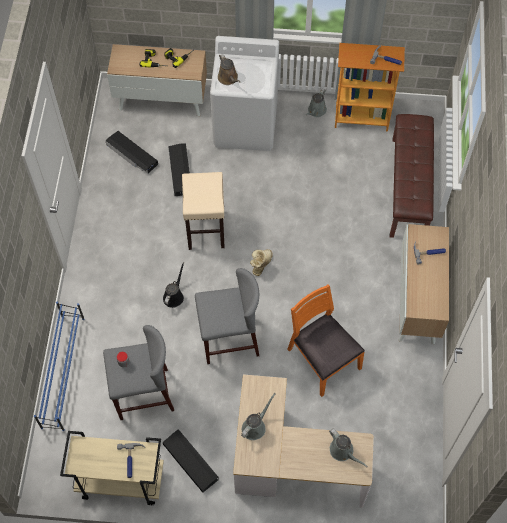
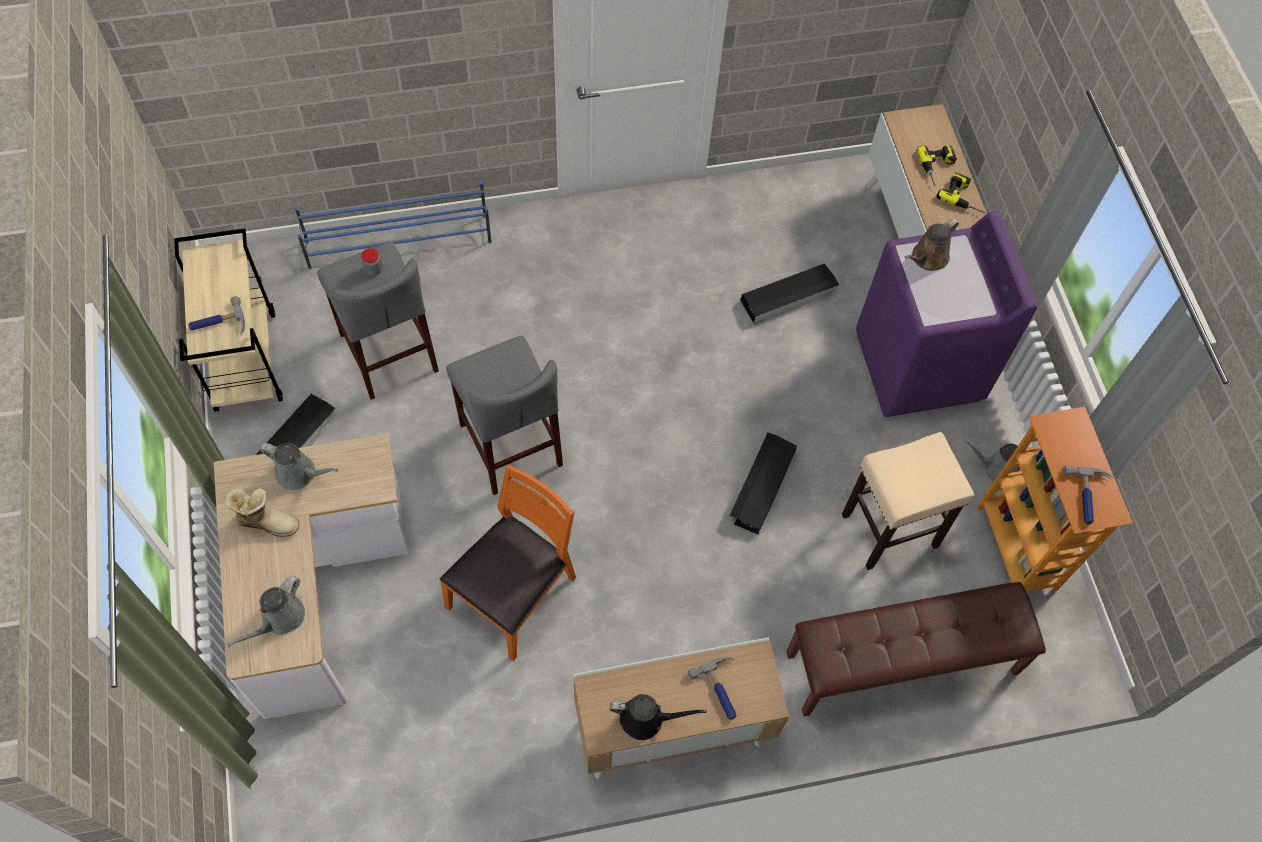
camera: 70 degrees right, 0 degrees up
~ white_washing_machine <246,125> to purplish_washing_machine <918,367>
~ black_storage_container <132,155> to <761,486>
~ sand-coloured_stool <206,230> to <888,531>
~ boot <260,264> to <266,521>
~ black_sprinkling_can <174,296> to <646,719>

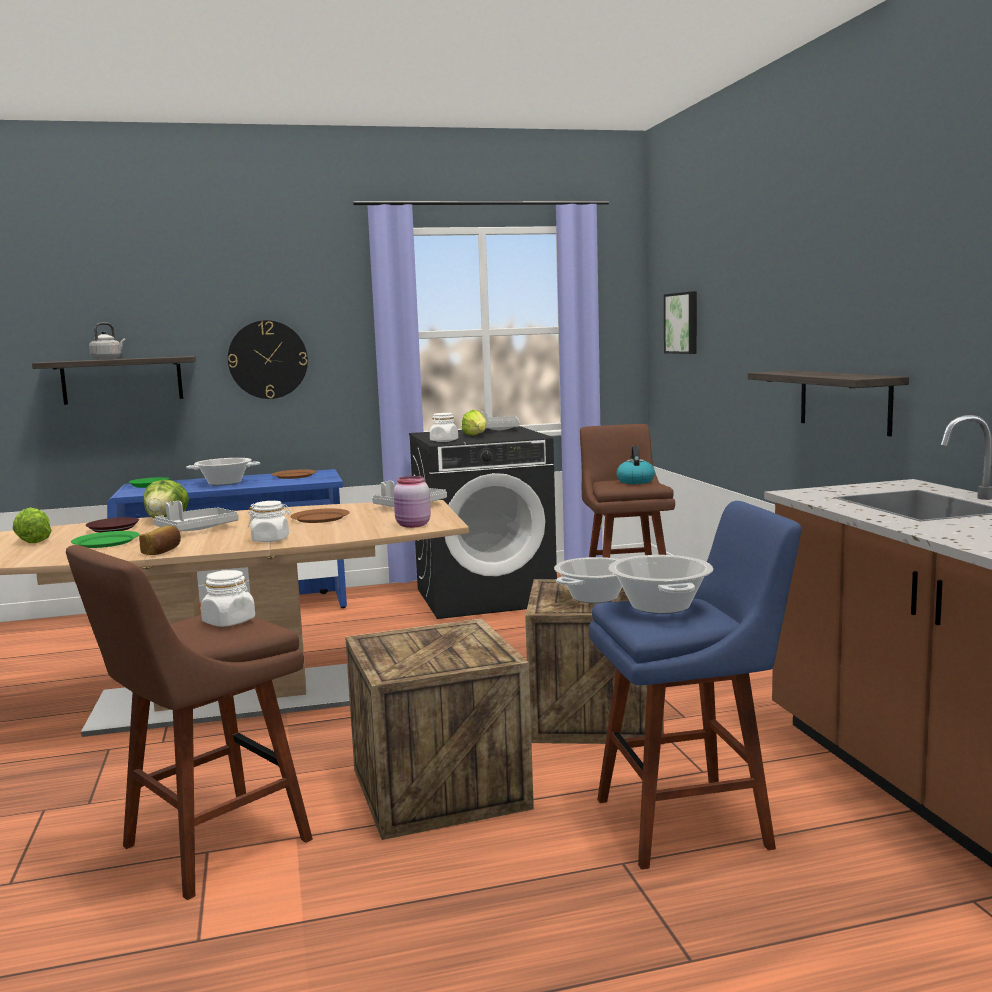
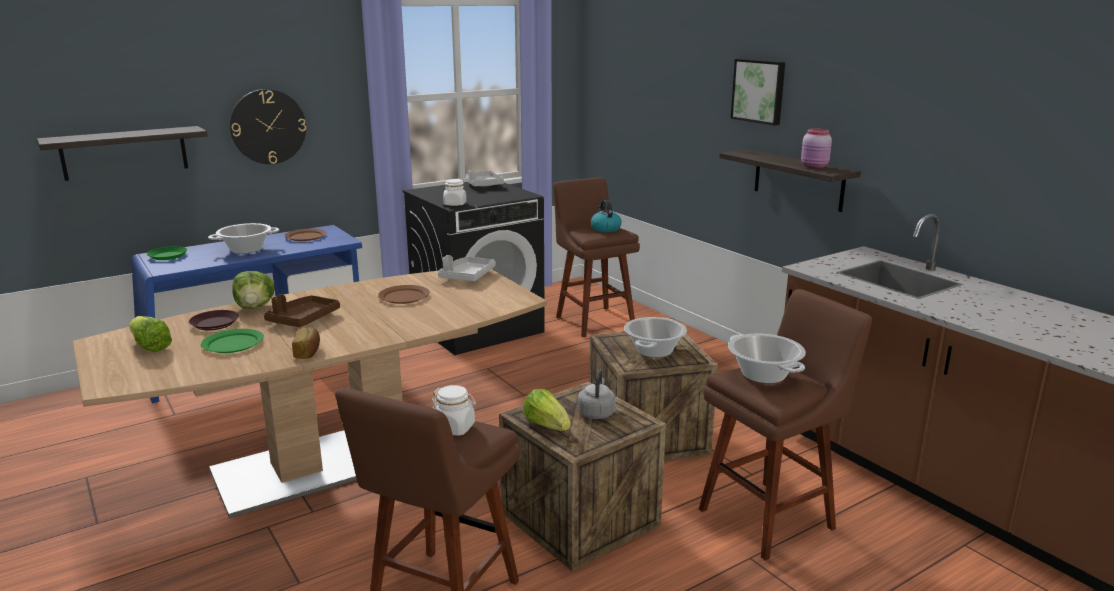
camera: 20 degrees left, 10 degrees up
~ picture <683,323> to <759,91>
~ greyish_kettle <108,359> to <596,412>
~ lettuce_head <476,436> to <547,425>
~ pink_storage_jar <412,525> to <814,167>
~ greyish_serving_tray <196,529> to brown_serving_tray <303,319>
- white_storage_jar <271,540>
~ blue_stool <691,821> to brown_stool <771,516>

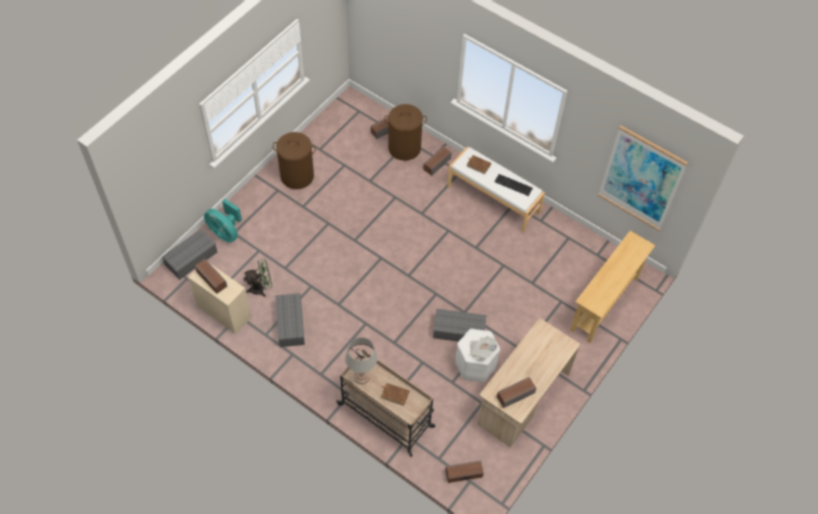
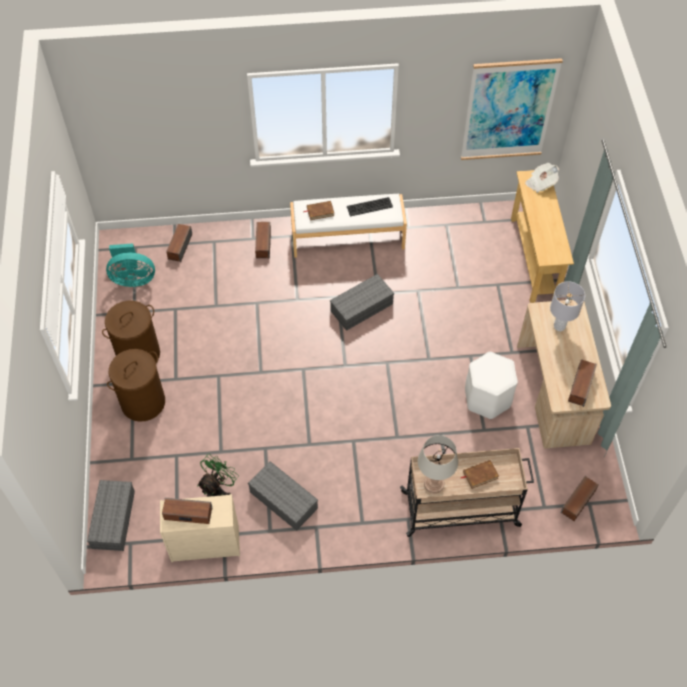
camera: 40 degrees left, 0 degrees up
~ brown_washing_basket <404,148> to <143,402>
~ turquoise_fan <225,232> to <133,279>
~ greyish_storage_container <459,330> to <362,306>
~ newspaper <481,350> to <540,183>
+ greyish_tabletop_lamp <559,326>

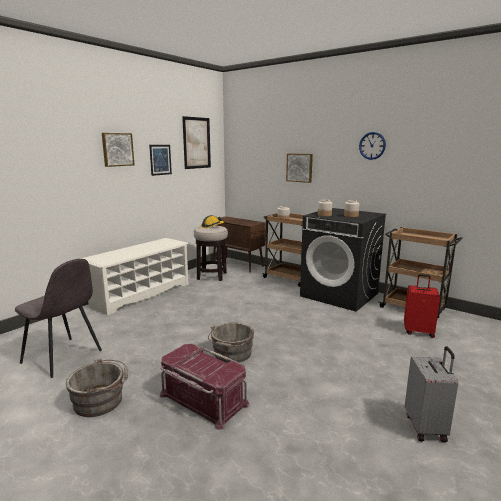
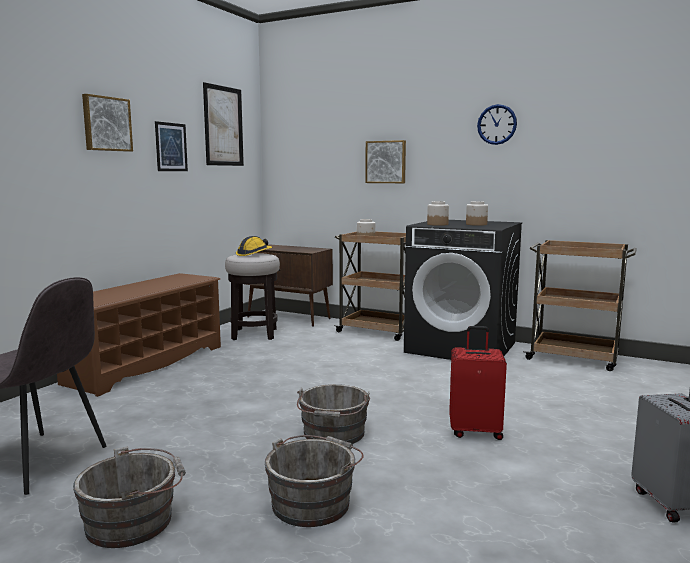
camera: 10 degrees left, 5 degrees down
~ white_shoe_shelf <141,294> to brown_shoe_shelf <146,364>
~ red-coloured_piece_of_luggage <418,331> to <475,431>
~ red-coloured_storage_container <202,400> to greyish_bucket <314,502>

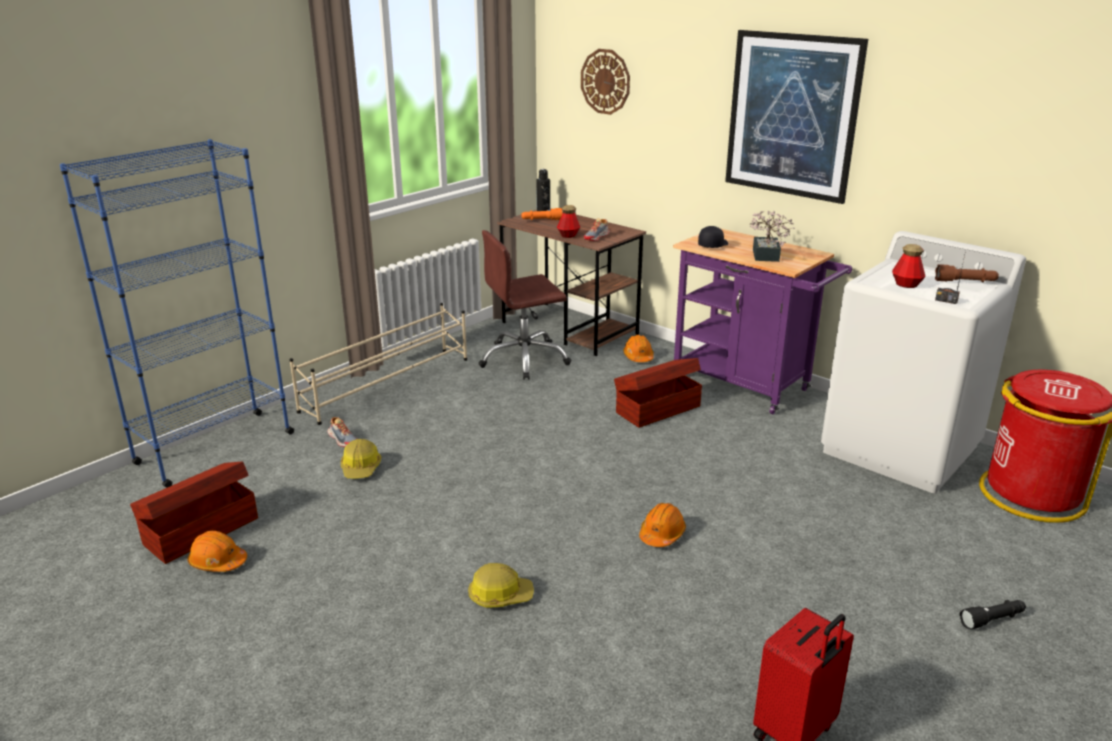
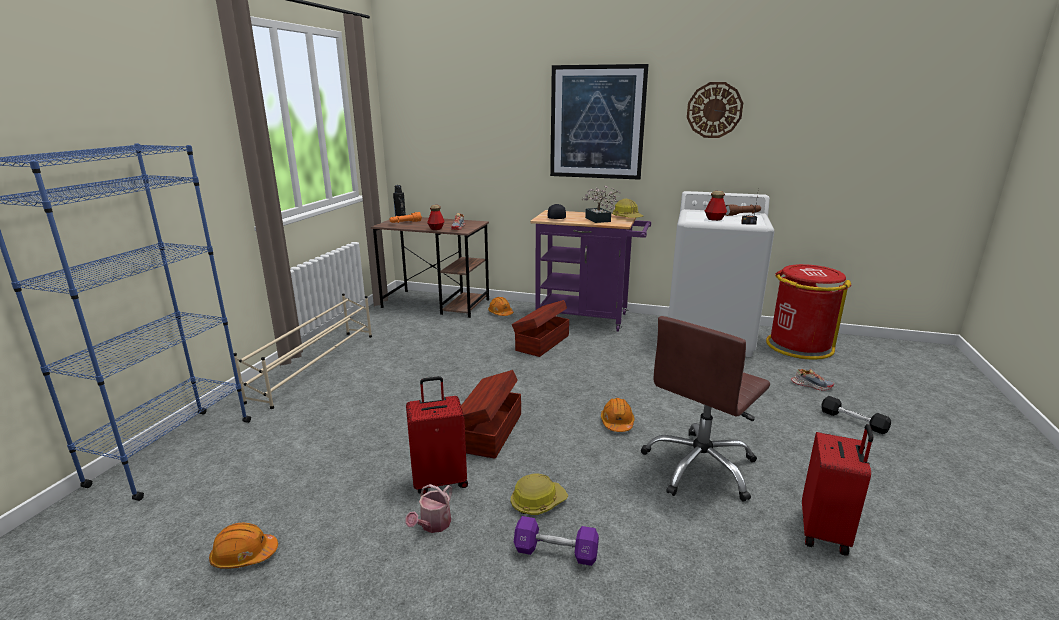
camera: 25 degrees left, 5 degrees down
~ hanging_clock <605,81> to <714,110>
~ brown_computer_chair <524,359> to <700,467>
~ low_shoe <343,439> to <811,385>
~ safety_helmet <361,468> to <627,217>
~ brown_storage_container <199,531> to <489,432>
~ black_hand_torch <992,620> to black_dumbbell <853,421>
+ red-coloured_piece_of_luggage <440,480>
+ sprinkling_can <433,525>
+ purplish_dumbbell <556,552>

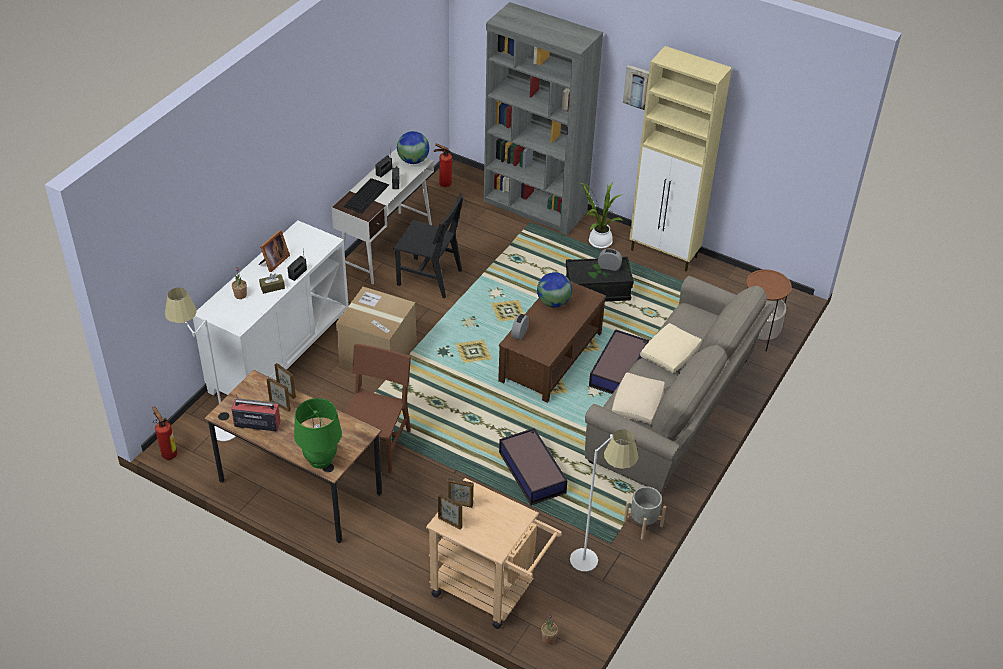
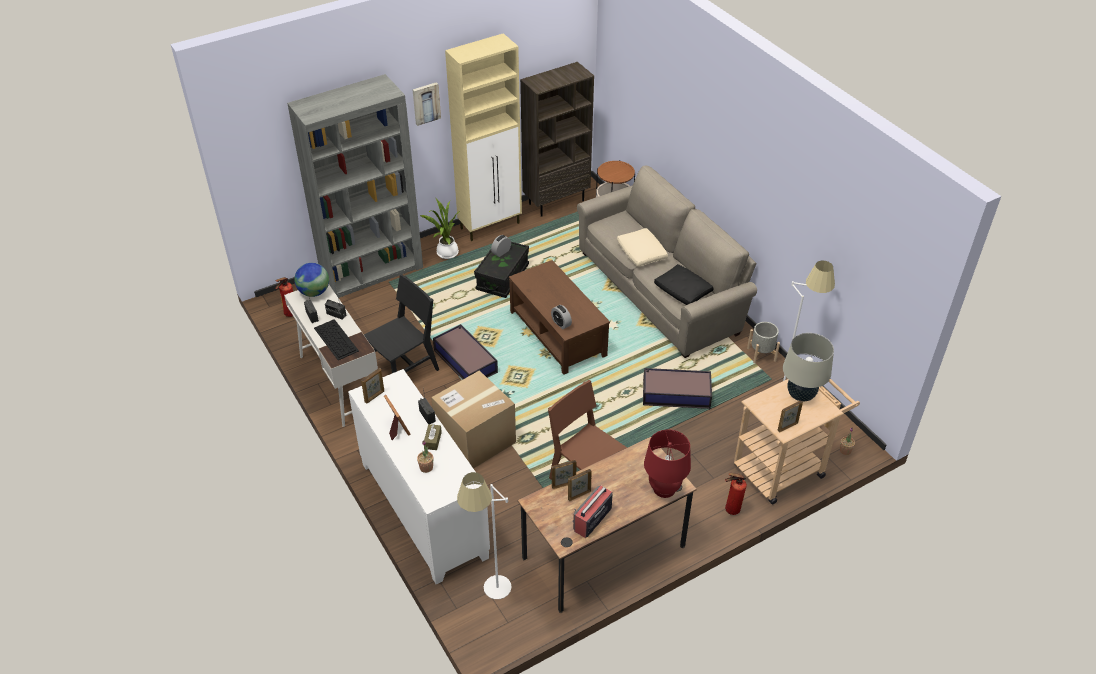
camera: 60 degrees left, 0 degrees up
- desk_globe <553,302>
~ storage_container <619,369> to <465,360>
~ sand-coloured_cushion <637,404> to black_cushion <682,291>
~ green-coloured_tabletop_lamp <320,459> to red-coloured_tabletop_lamp <664,488>
~ fire-fighting_cylinder <168,453> to <730,510>
~ standing_frame <460,504> to <375,396>
+ brown_bookshelf <556,201>
+ sand-coloured_tabletop_lamp <800,395>

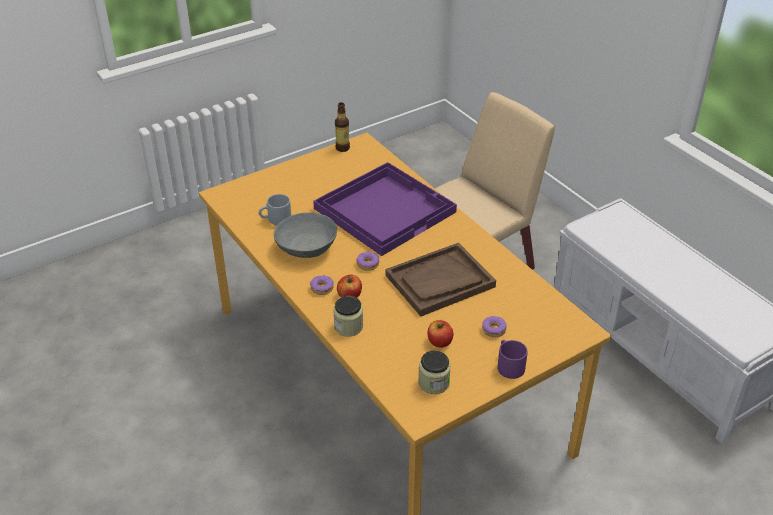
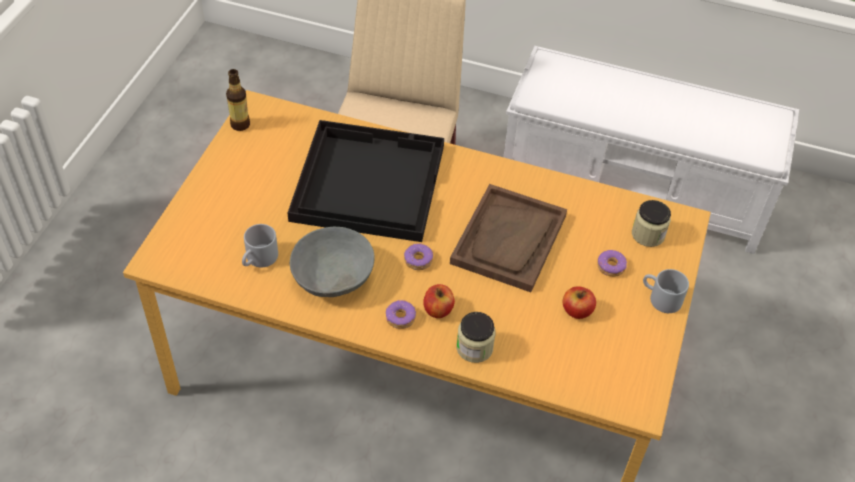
camera: 40 degrees left, 10 degrees up
~ purplish_serving_tray <385,209> to black_serving_tray <367,181>
~ purplish_mug <508,365> to greyish_mug <660,298>
~ storage_jar <434,383> to <648,234>

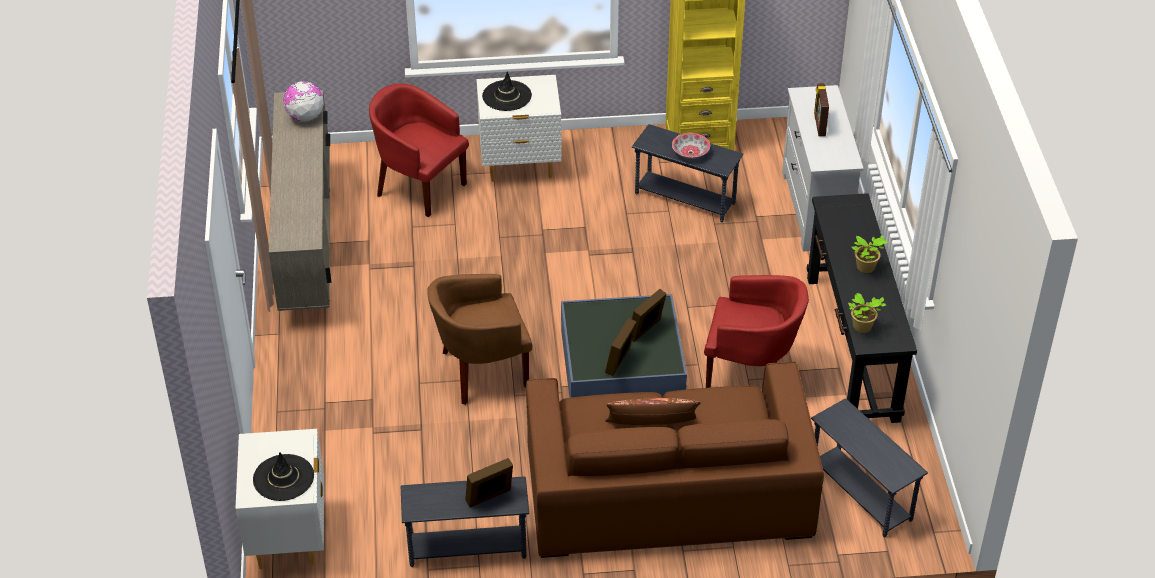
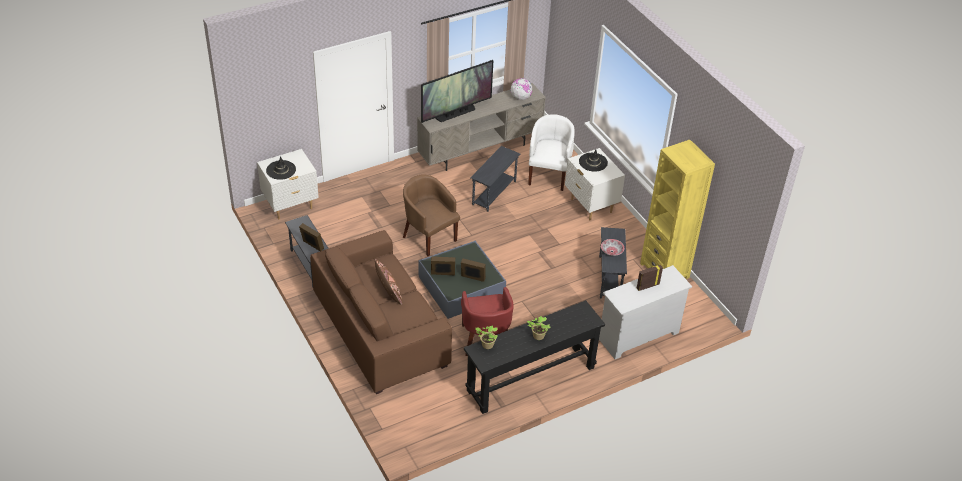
camera: 65 degrees right, 0 degrees up
~ red-coloured_armchair <419,187> to white_armchair <549,175>
~ greyish_end_table <860,494> to <493,193>
+ TV <456,113>

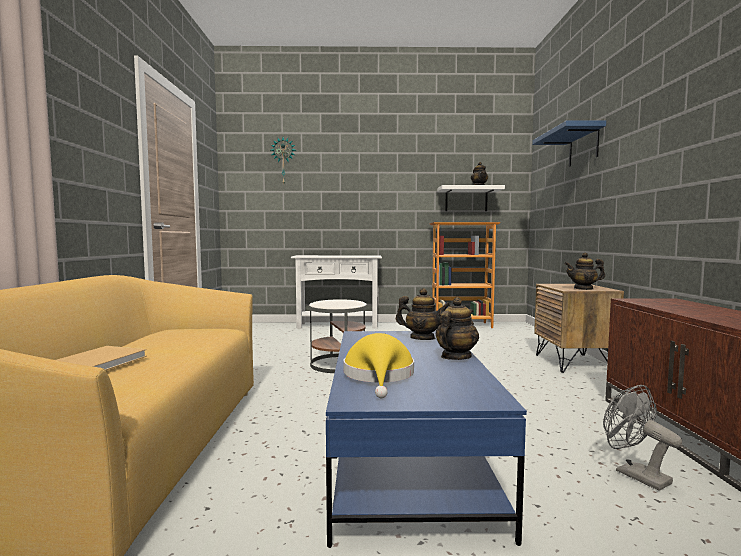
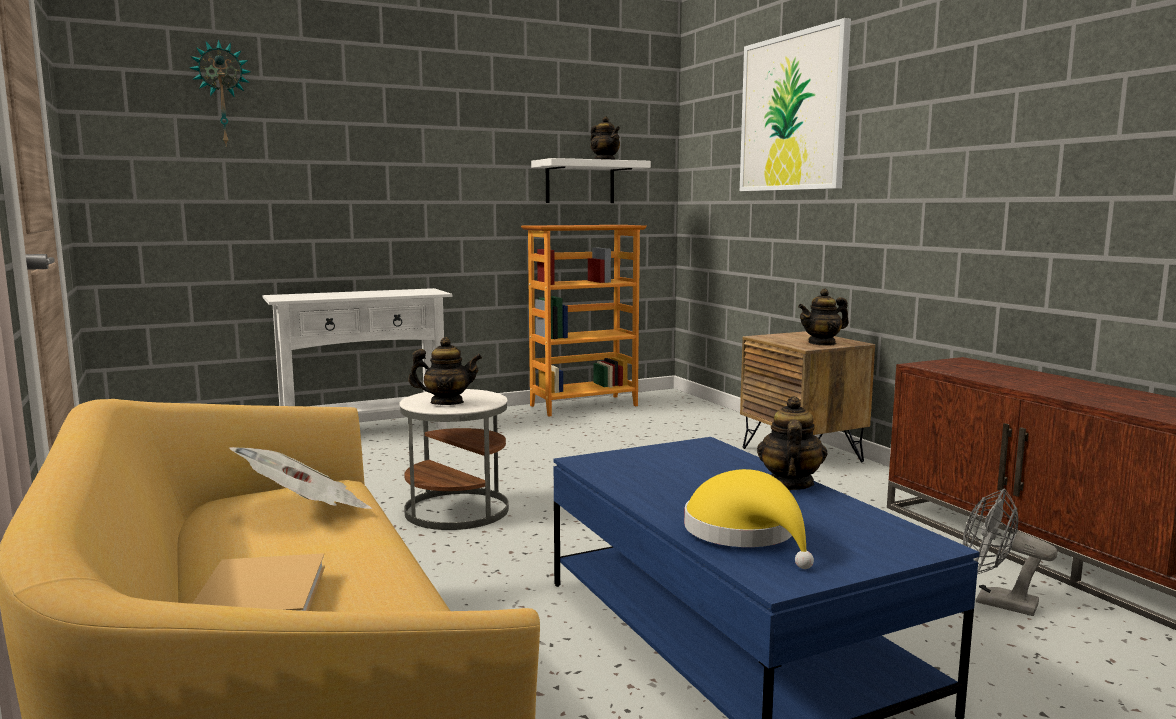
camera: 25 degrees left, 5 degrees up
~ blue_bracket_shelf <583,146> to picture <793,113>
~ tea_pot <422,338> to <446,403>
+ newspaper <306,511>

